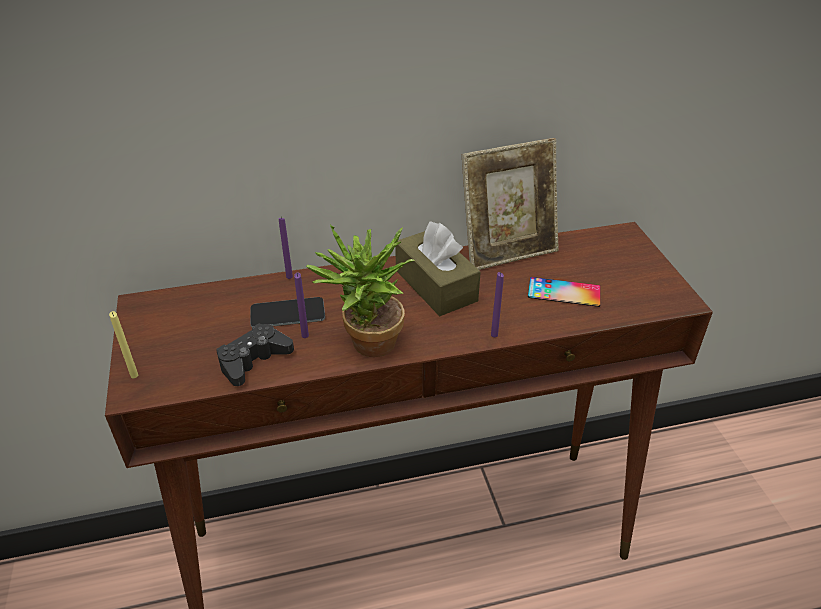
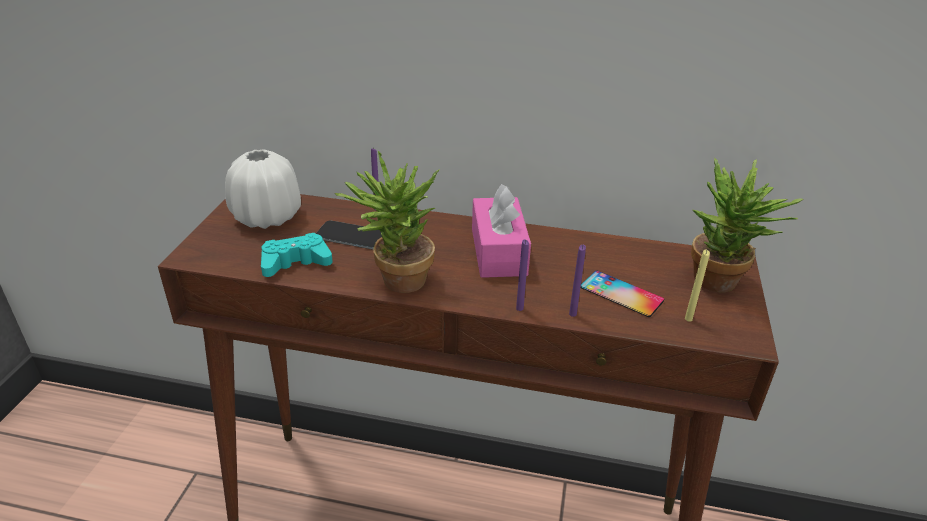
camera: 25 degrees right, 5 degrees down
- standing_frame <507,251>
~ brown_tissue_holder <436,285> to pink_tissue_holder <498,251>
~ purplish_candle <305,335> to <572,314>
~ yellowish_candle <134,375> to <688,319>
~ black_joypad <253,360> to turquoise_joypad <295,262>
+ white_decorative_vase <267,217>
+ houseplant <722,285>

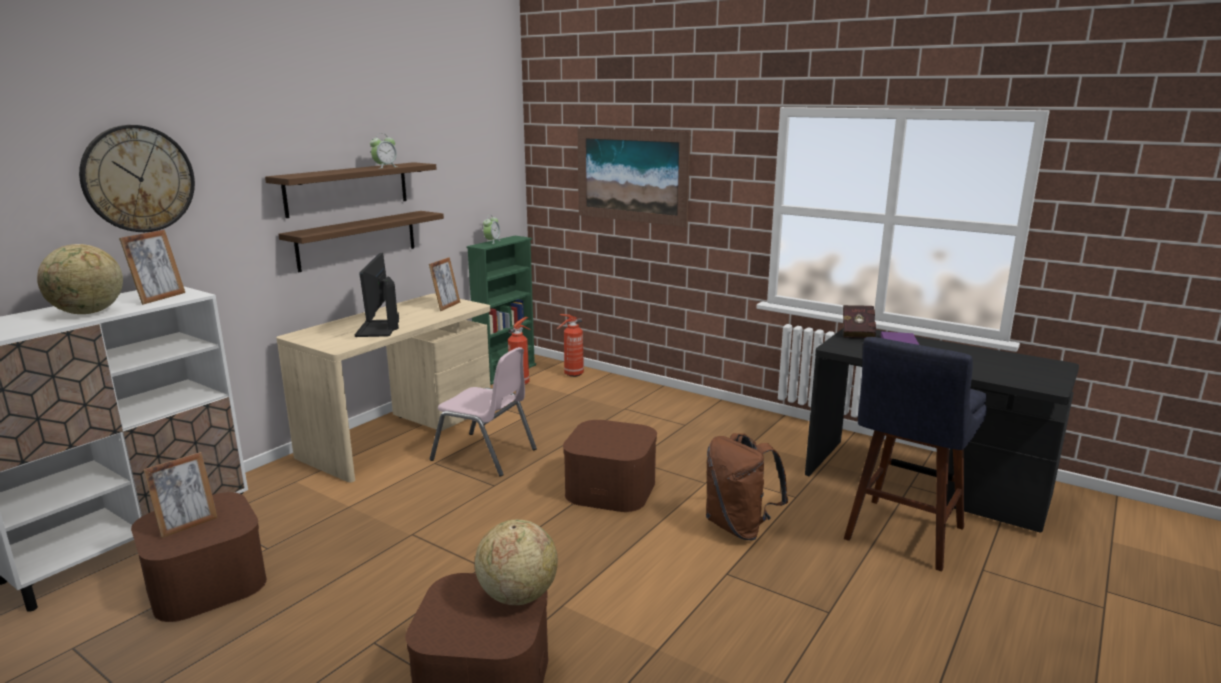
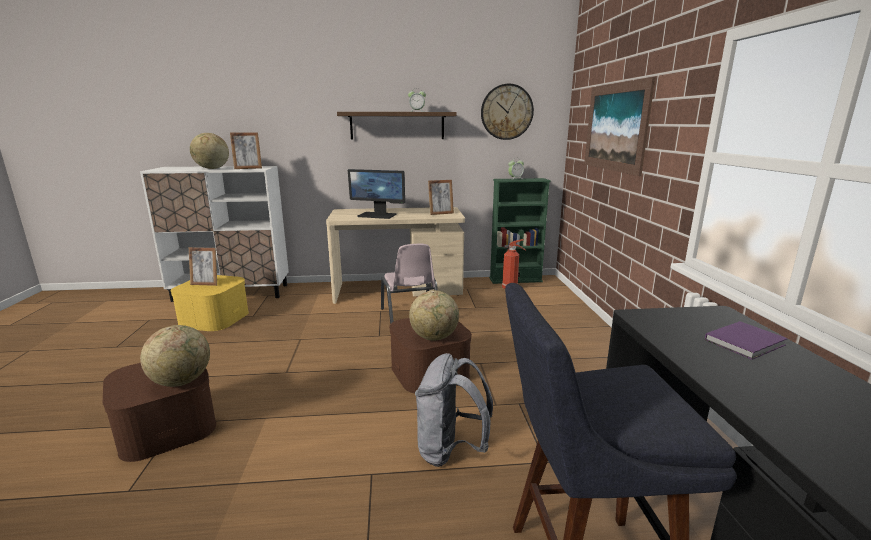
camera: 50 degrees right, 0 degrees up
~ hanging_clock <138,179> to <506,112>
- bracket_shelf <357,240>
~ computer_screen <378,329> = <377,215> 120 degrees counterclockwise
- red-coloured_book <858,332>
- fire-fighting_cylinder <572,374>
~ brown_rucksack <739,527> to greyish_rucksack <450,450>
~ brown_storage_container <206,582> to yellowish_storage_container <214,318>
+ desk_globe <434,337>

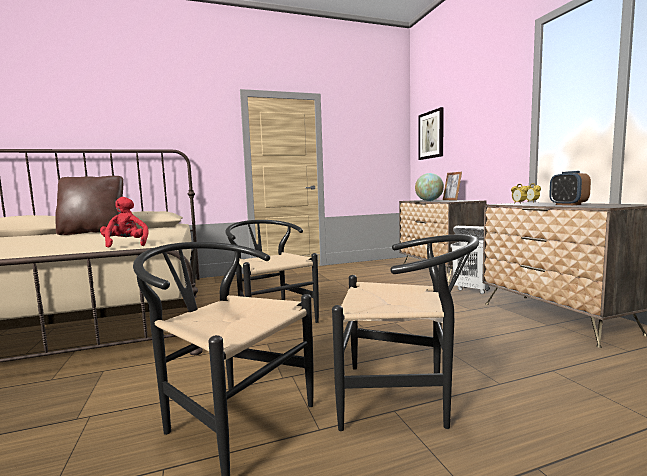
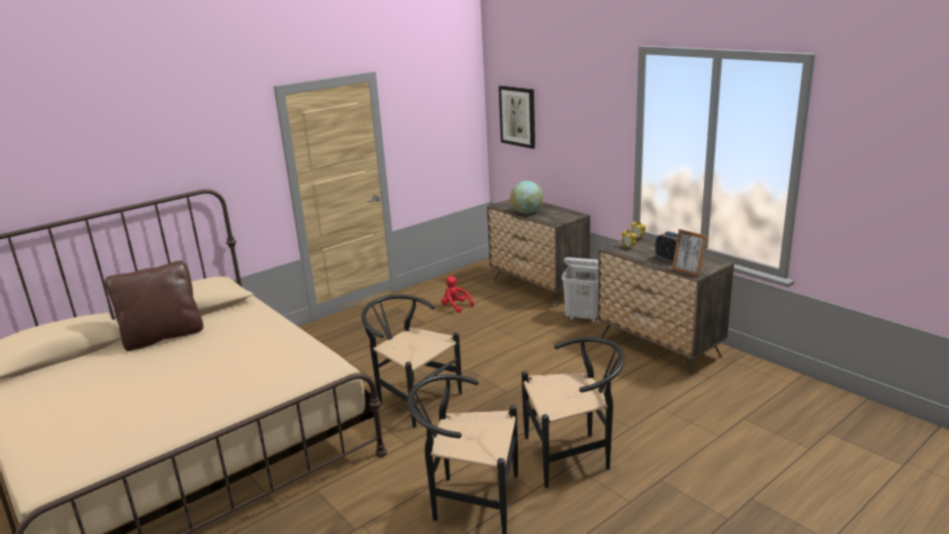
camera: 20 degrees left, 15 degrees up
~ standing_frame <451,200> to <687,272>
~ red-coloured_cuddly_toy <126,245> to <455,307>

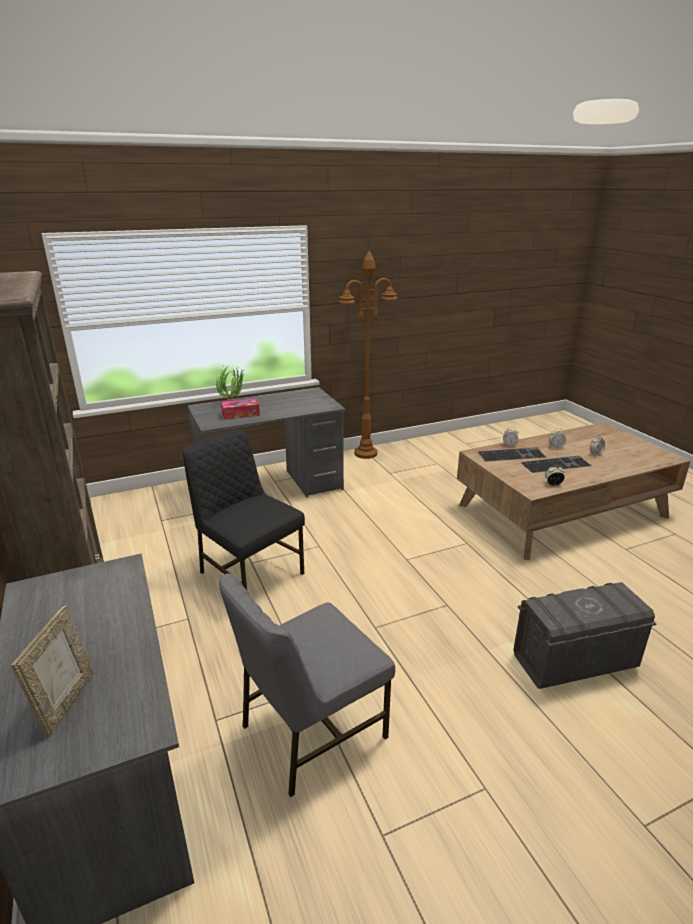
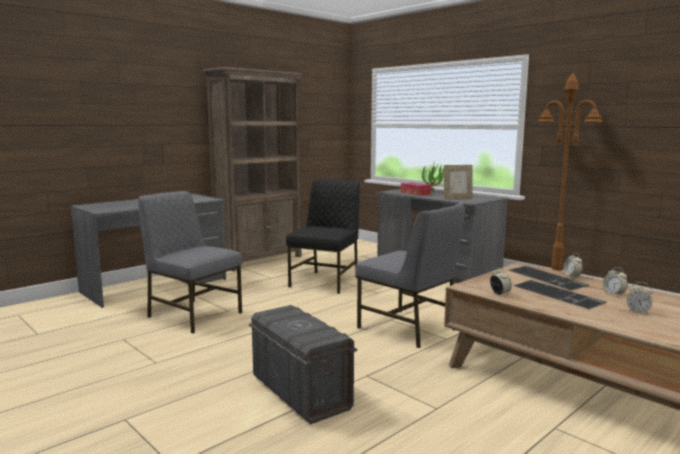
camera: 70 degrees right, 15 degrees down
~ standing_frame <66,702> to <457,199>
+ greyish_plain_chair <408,329>

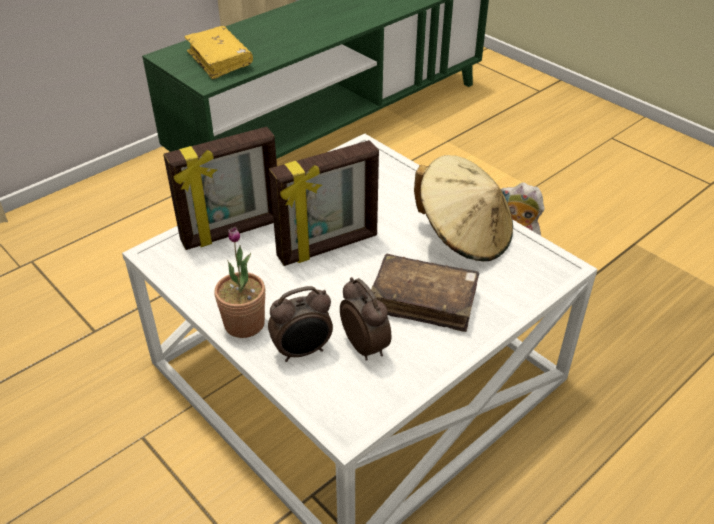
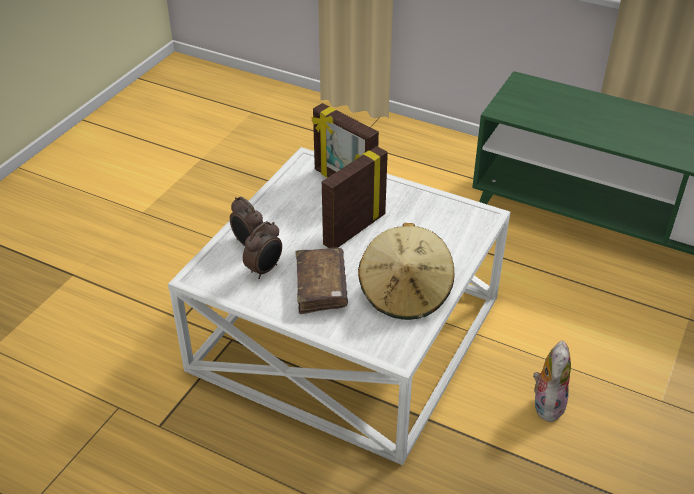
camera: 70 degrees right, 0 degrees up
- yellowish_book <219,60>
~ standing_frame <328,247> = <353,229> 90 degrees clockwise
- houseplant <244,324>

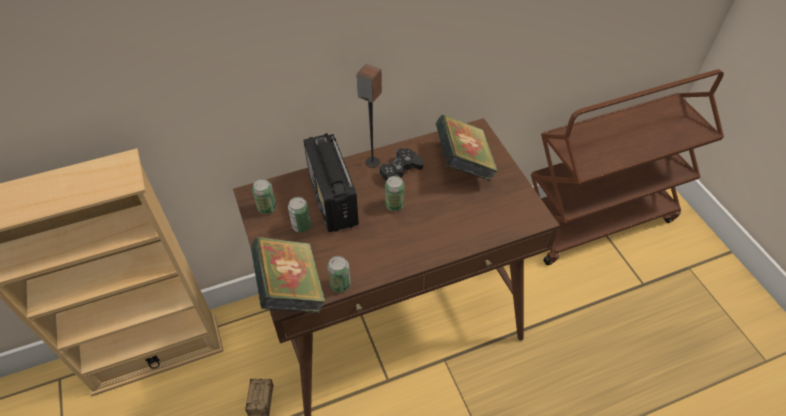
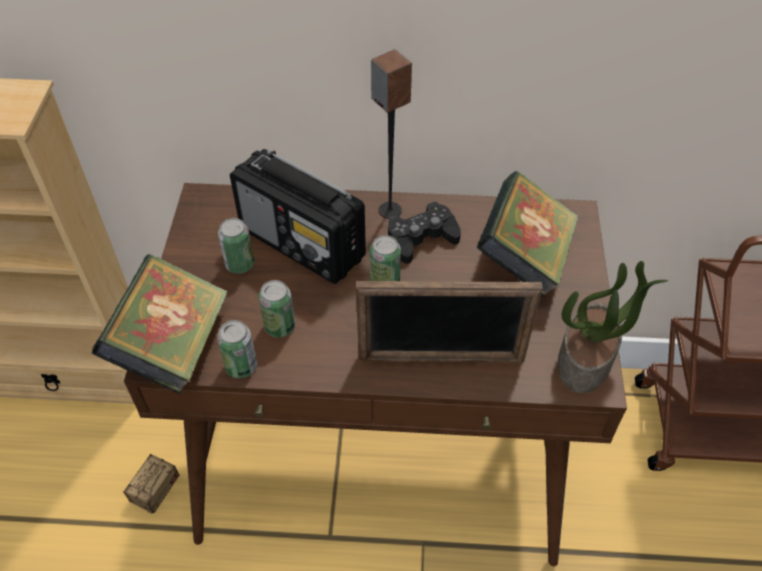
camera: 25 degrees right, 0 degrees up
~ radio_receiver <333,200> = <303,244> 60 degrees counterclockwise
~ metal_can <267,208> to <279,326>
+ houseplant <586,360>
+ standing_frame <441,359>

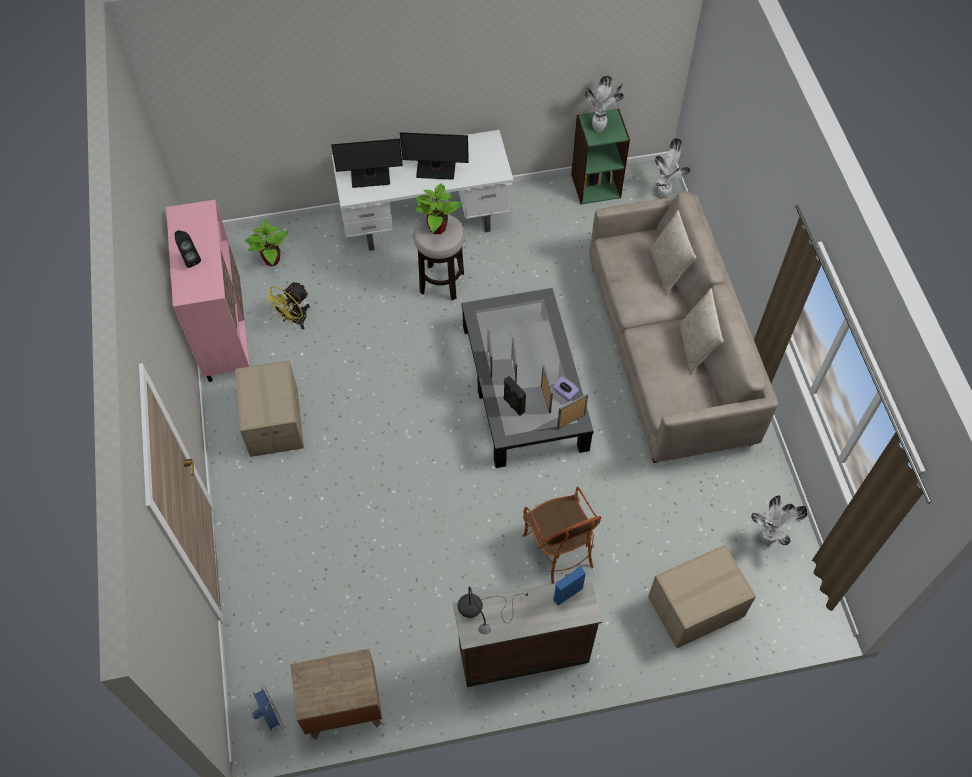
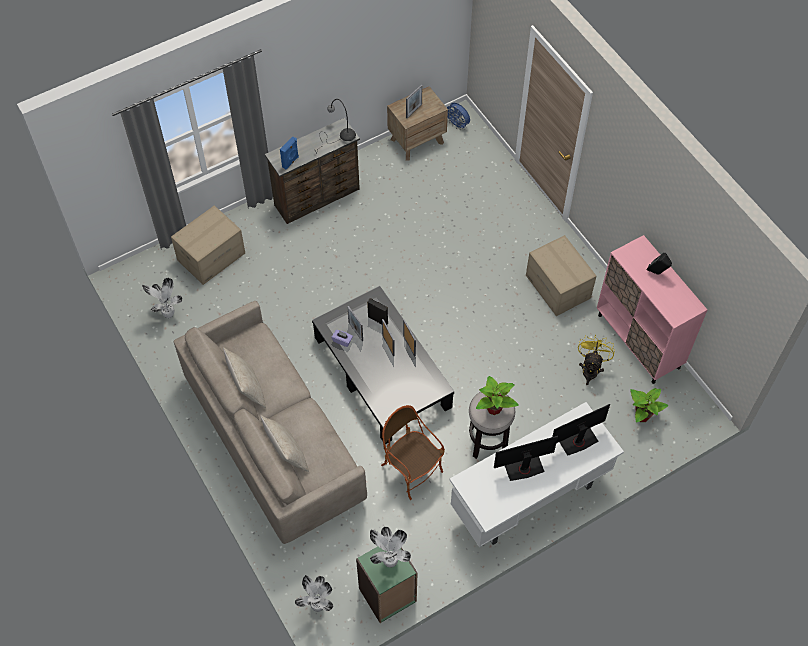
camera: 160 degrees right, 0 degrees up
~ standing_frame <571,421> to <414,111>
~ armchair <558,548> to <411,470>

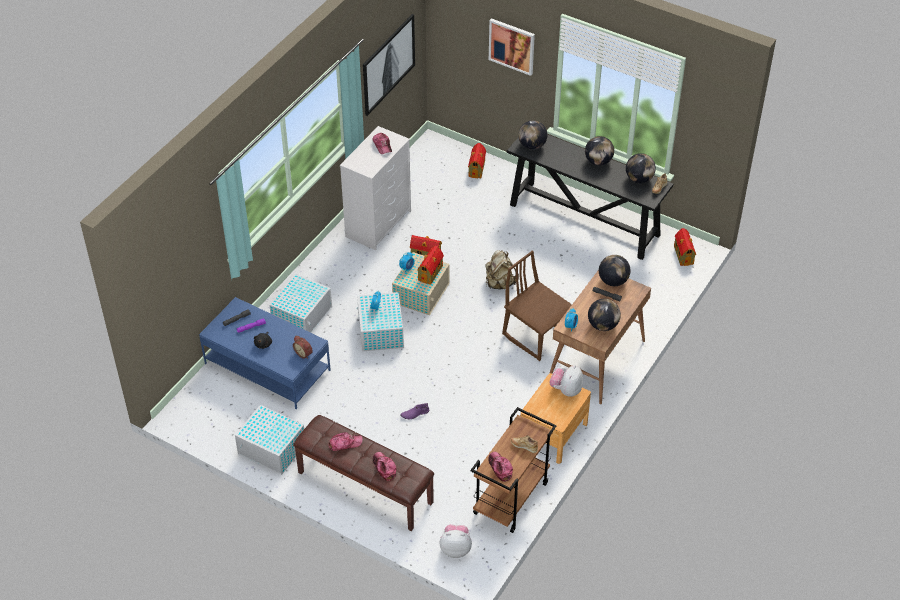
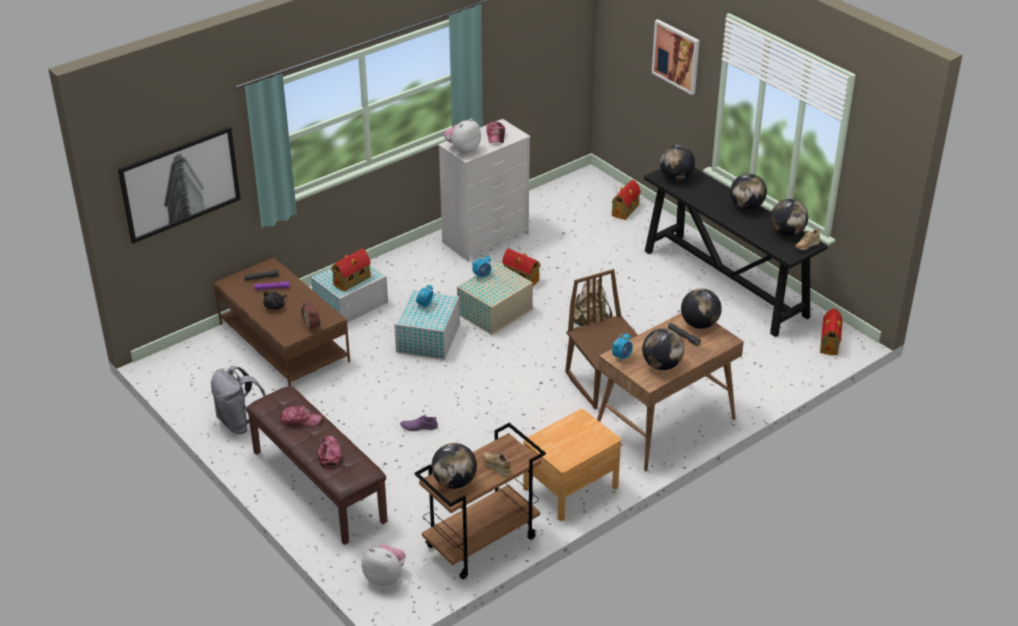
camera: 20 degrees right, 10 degrees down
~ picture <387,64> to <179,183>
~ miniature_house <430,272> to <352,280>
~ blue_coffee_table <267,367> to brown_coffee_table <284,343>
~ cuddly_toy <566,390> to <463,150>
~ white_storage_container <272,450> to greyish_rucksack <240,423>
~ peaked_cap <500,468> to desk_globe <454,482>

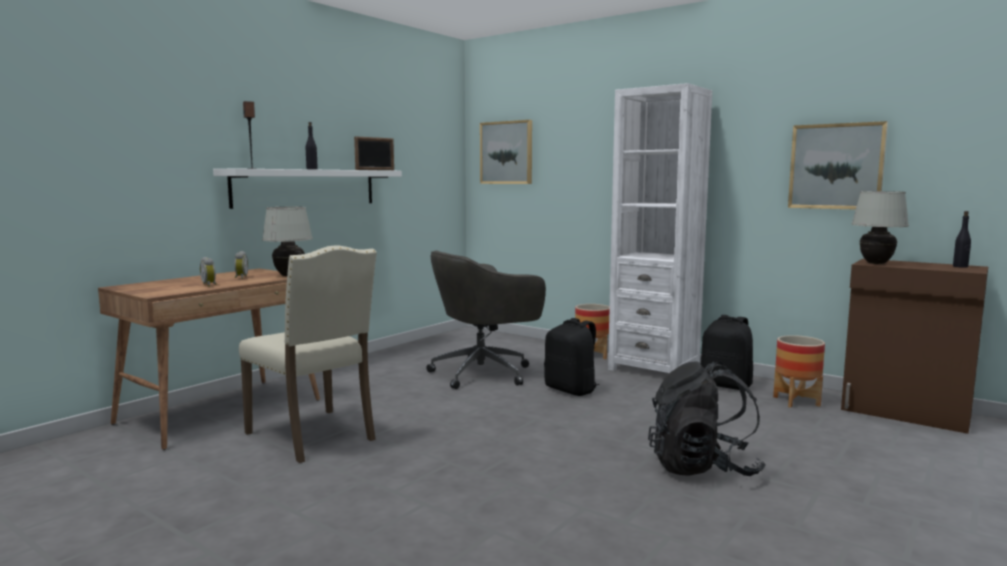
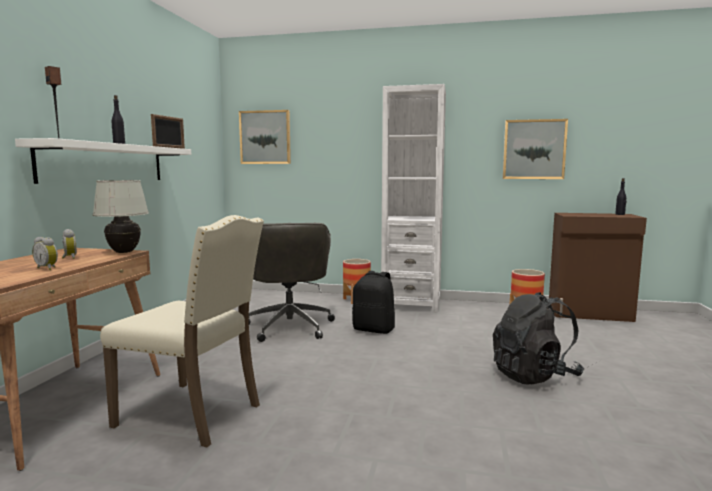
camera: 25 degrees left, 0 degrees up
- white_tabletop_lamp <875,263>
~ greyish_computer_chair <484,373> = <290,326> 45 degrees counterclockwise
- black_rucksack <726,385>

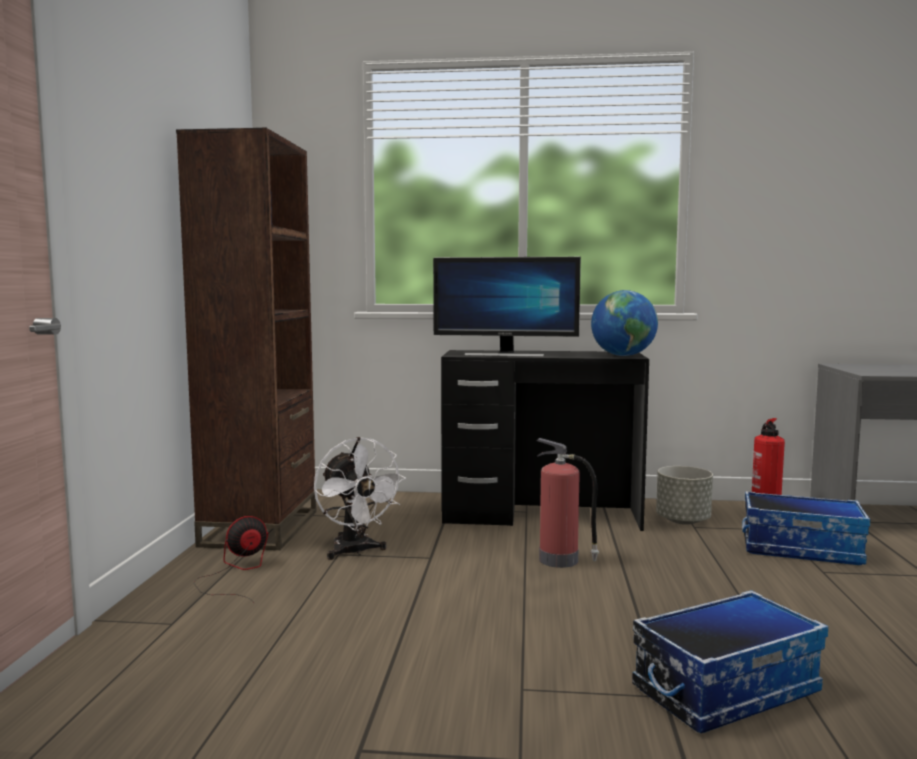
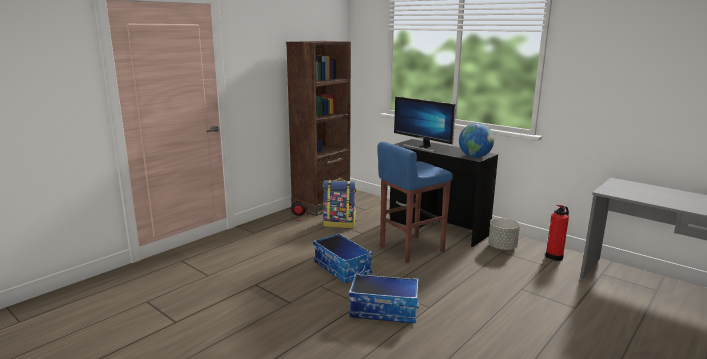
camera: 35 degrees right, 10 degrees up
~ white_fan <355,552> to rucksack <339,224>
~ fire-fighting_cylinder <561,560> to blue_stool <410,249>
~ storage_container <801,549> to <343,268>

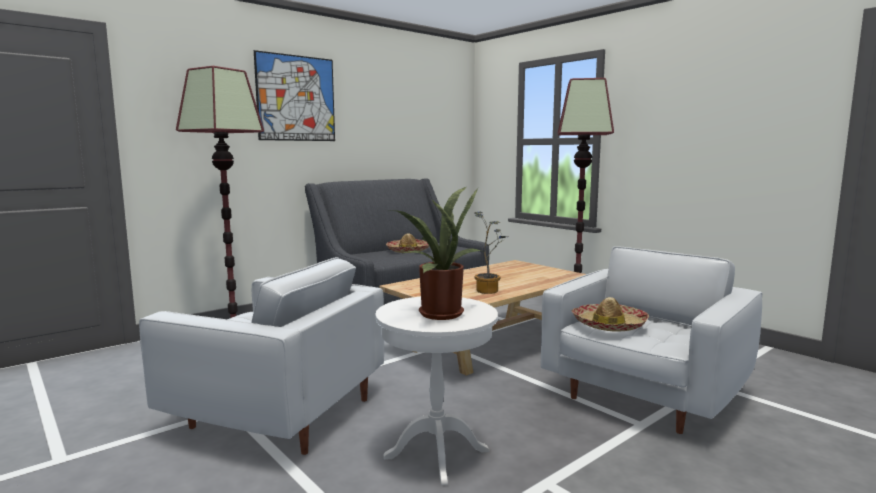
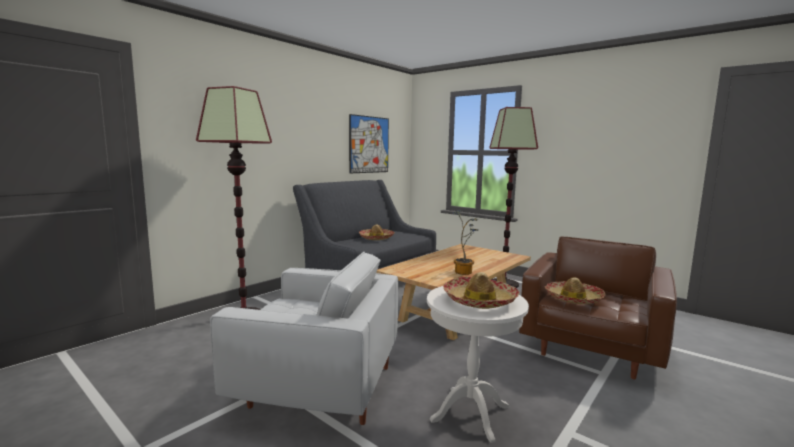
camera: 10 degrees left, 0 degrees up
~ picture <296,98> to <369,144>
~ houseplant <438,313> to hat <480,300>
~ white_armchair <644,396> to brown_armchair <591,349>

